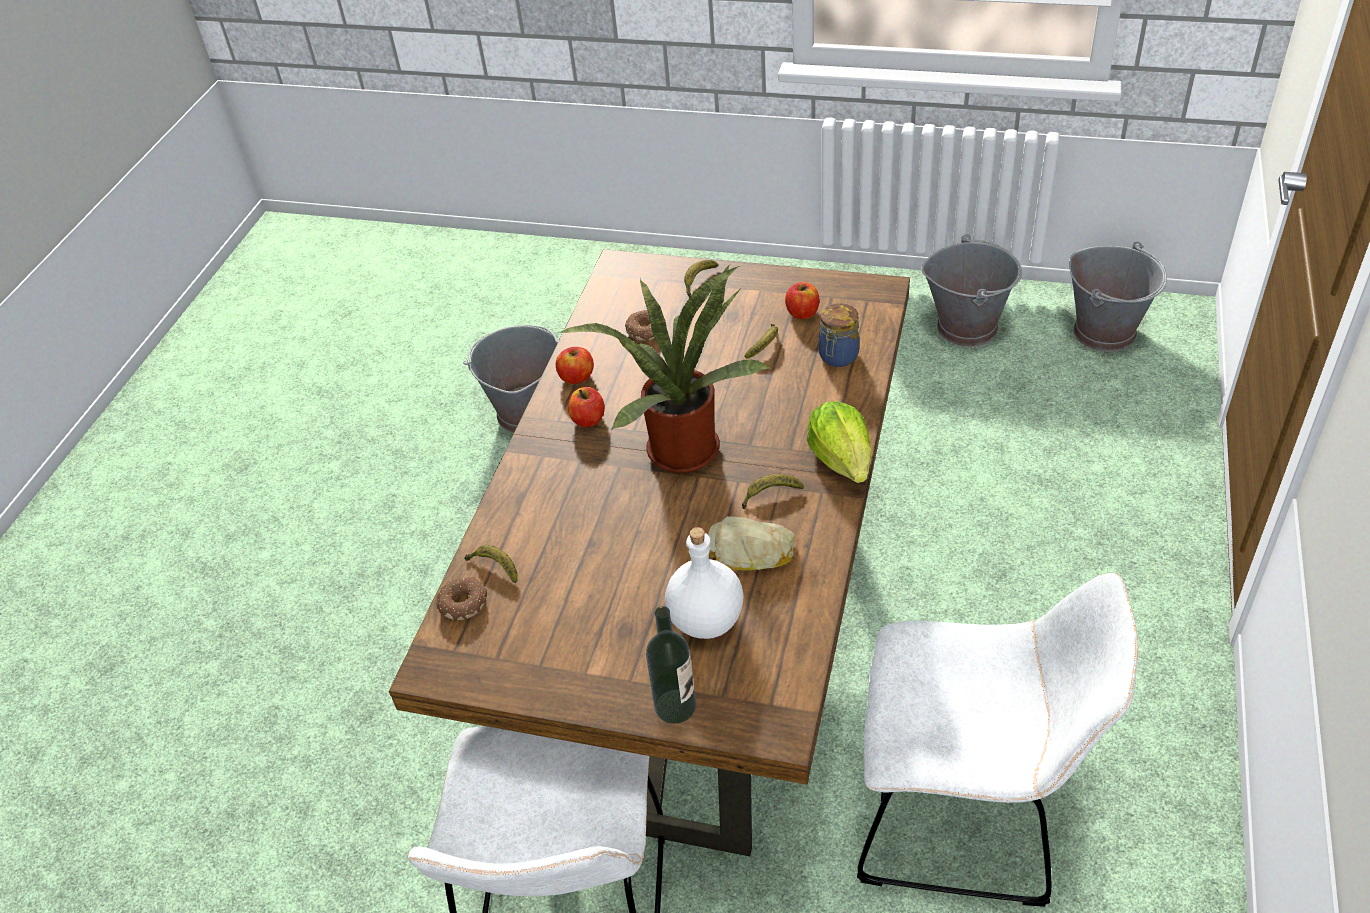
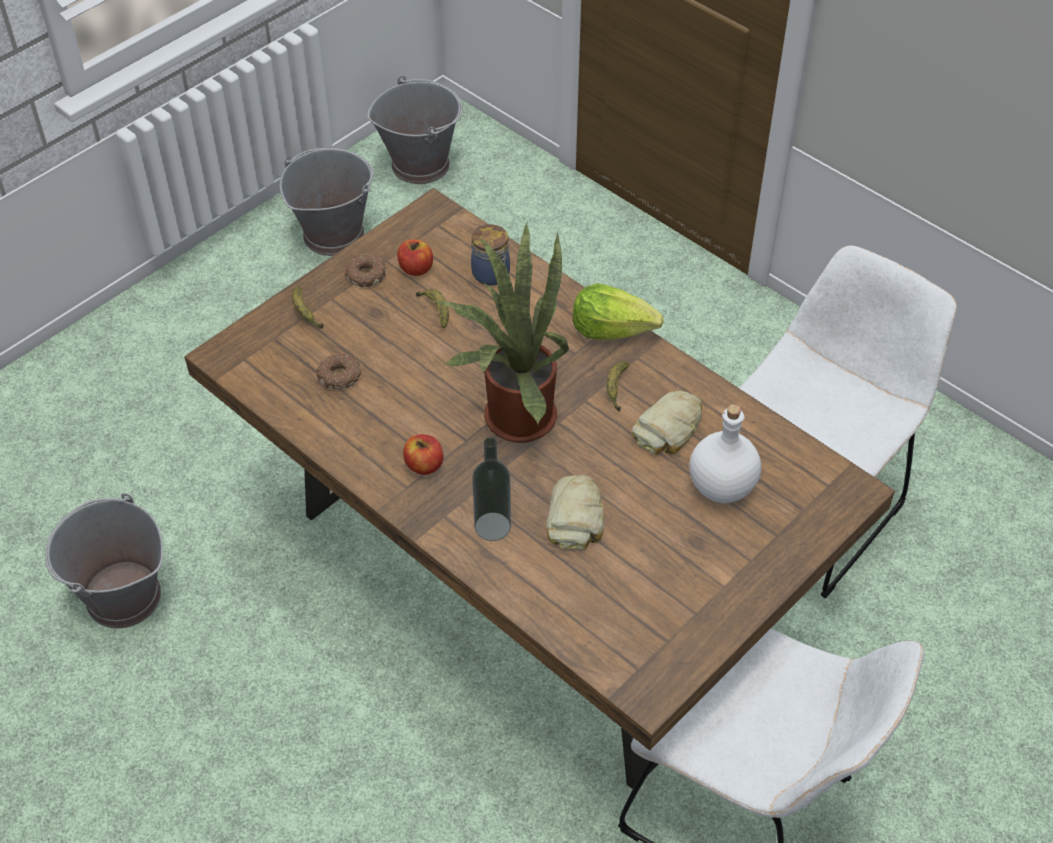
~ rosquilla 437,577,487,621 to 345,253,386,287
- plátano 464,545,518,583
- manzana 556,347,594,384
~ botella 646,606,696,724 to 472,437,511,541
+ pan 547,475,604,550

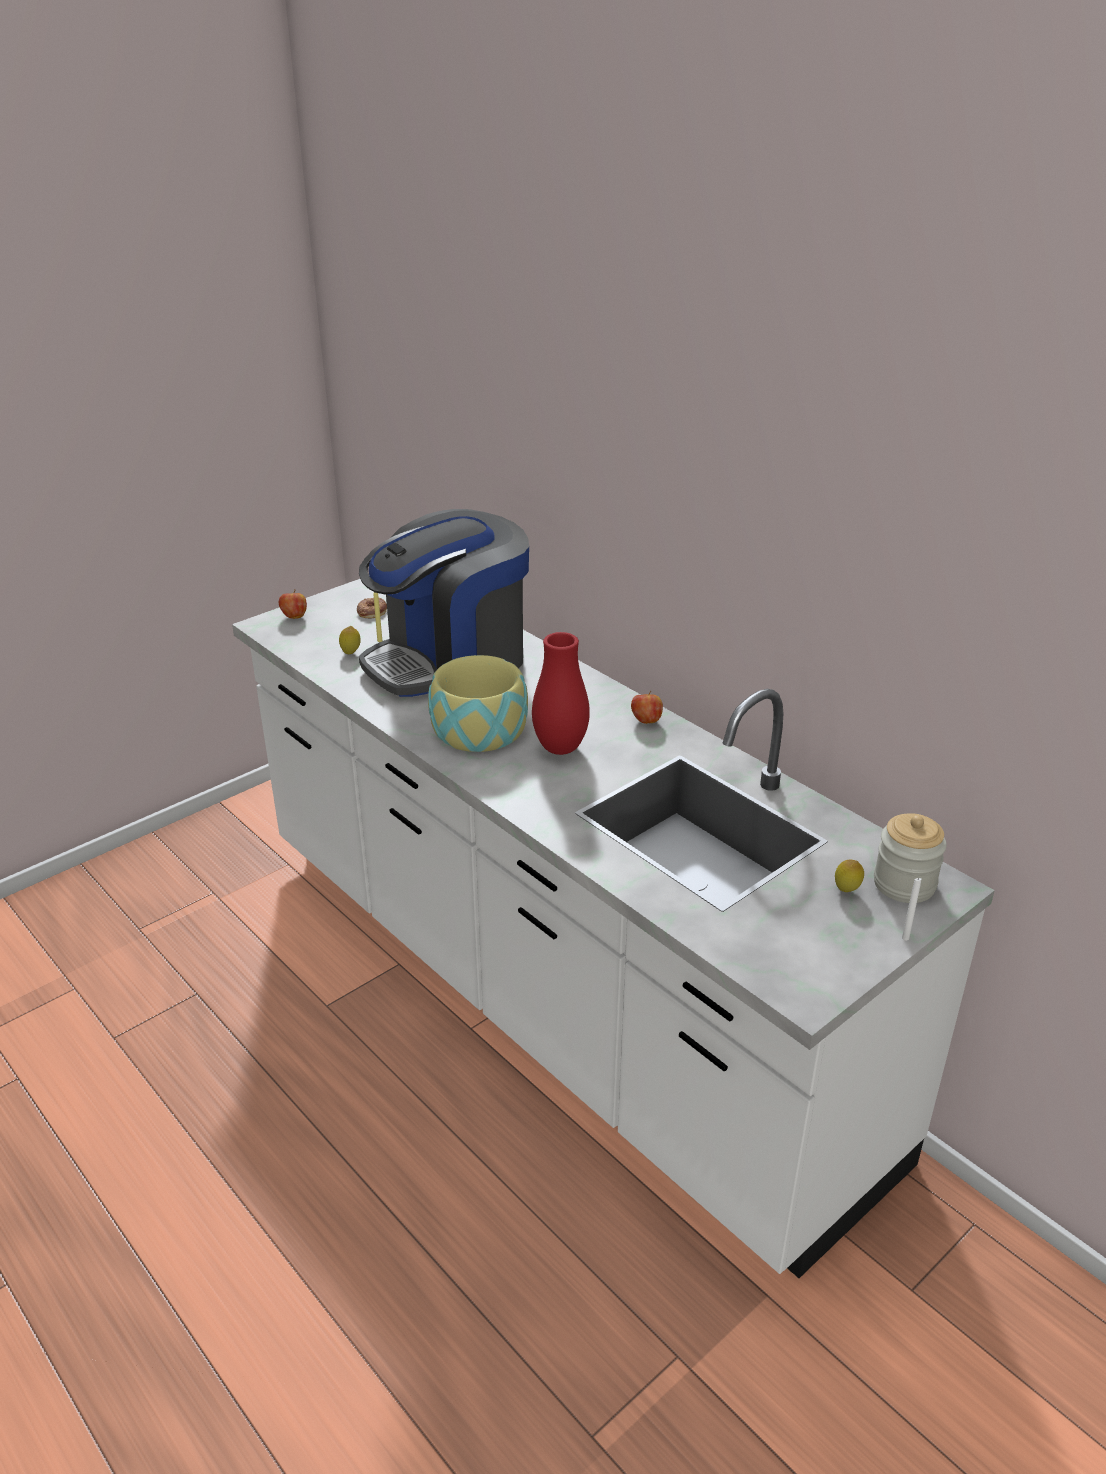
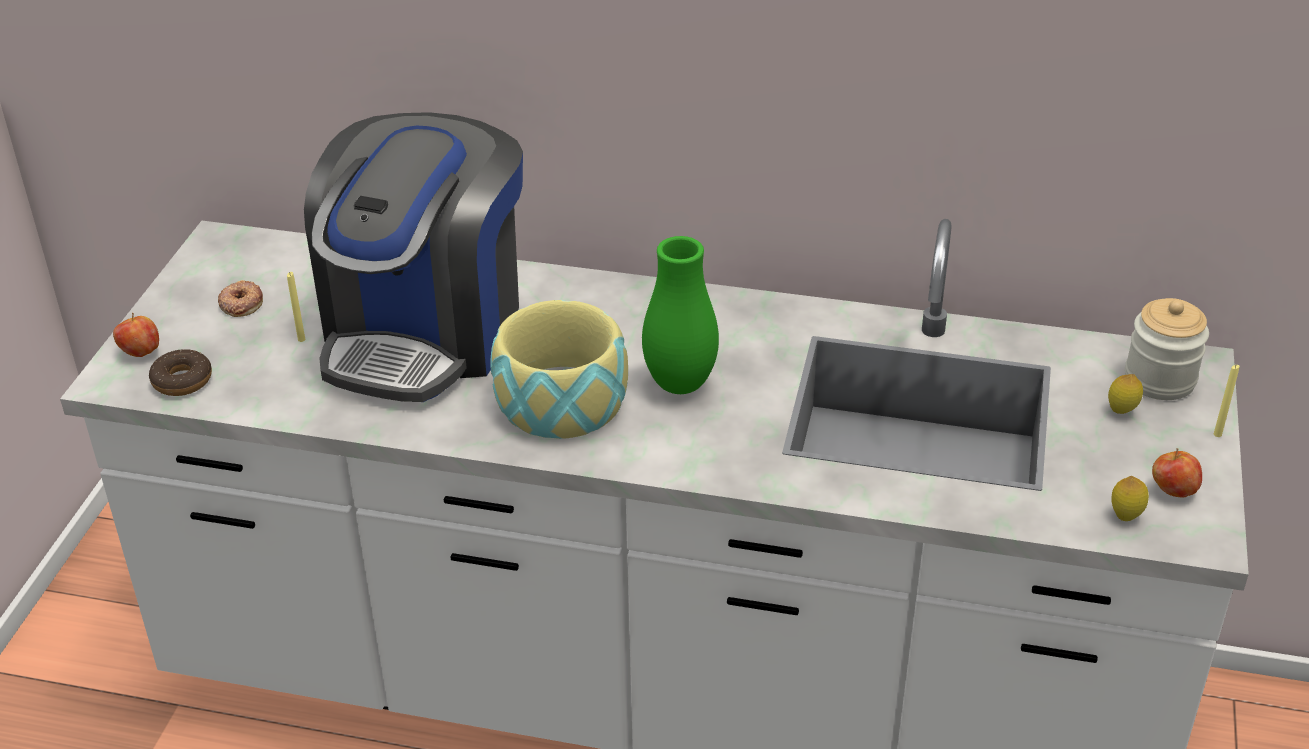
~ limón 339,626,360,654 to 1111,476,1149,521
~ florero/rojo 532,632,590,755 to florero/verde 642,236,719,394
~ manzana 631,691,663,724 to 1152,448,1202,498
~ vela/blanco 902,877,921,941 to vela/amarillo 1214,365,1240,437
+ rosquilla 149,349,212,396

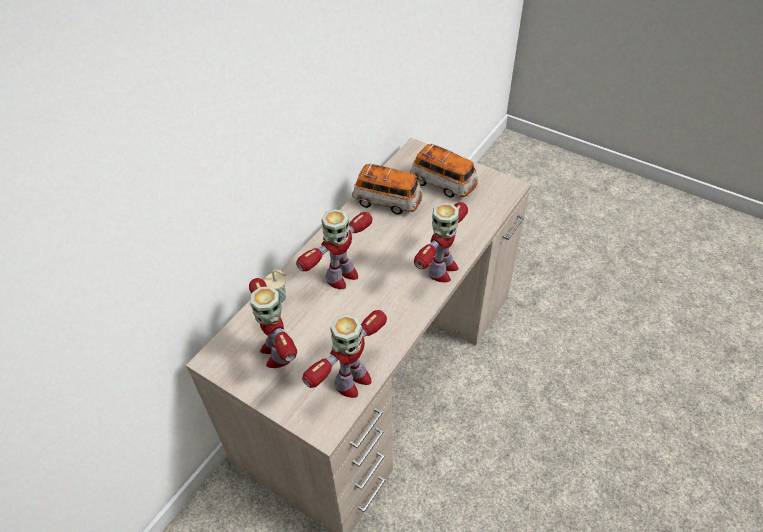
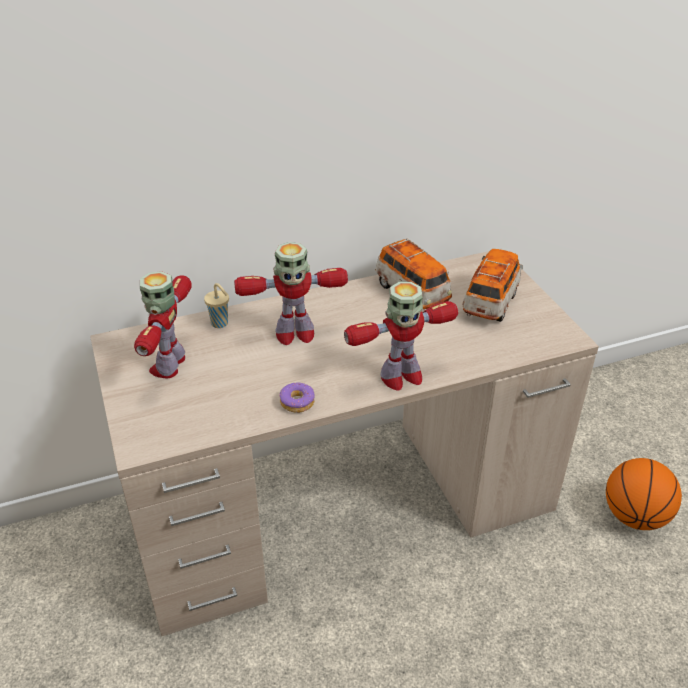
- robot de juguete 302,310,387,398
~ coche de juguete 410,144,478,198 = 462,249,523,322 135 degrees counterclockwise
+ rosquilla 279,382,315,413
+ balón de baloncesto 606,458,682,530

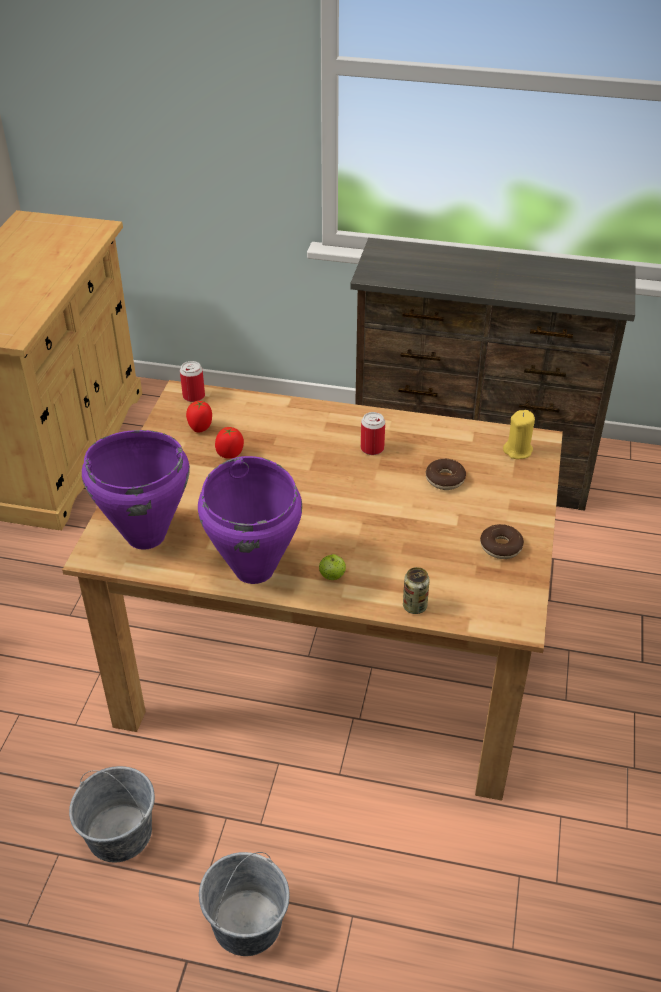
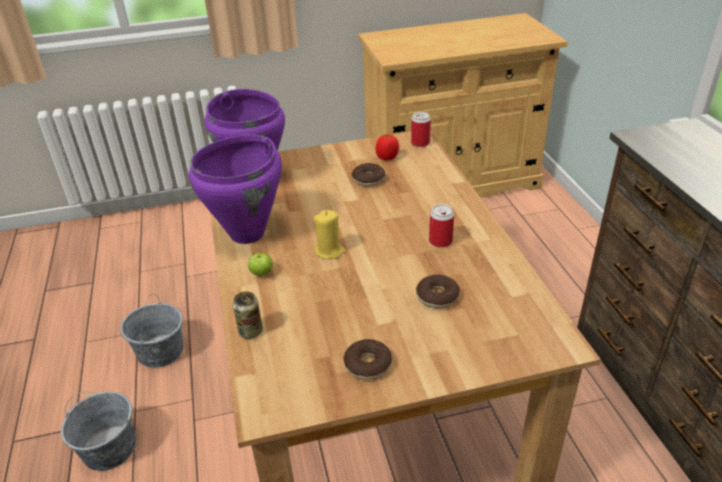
~ tomate 215,427,244,459 to rosquilla 352,163,385,187
~ vela/amarillo 503,410,535,459 to 314,210,346,259

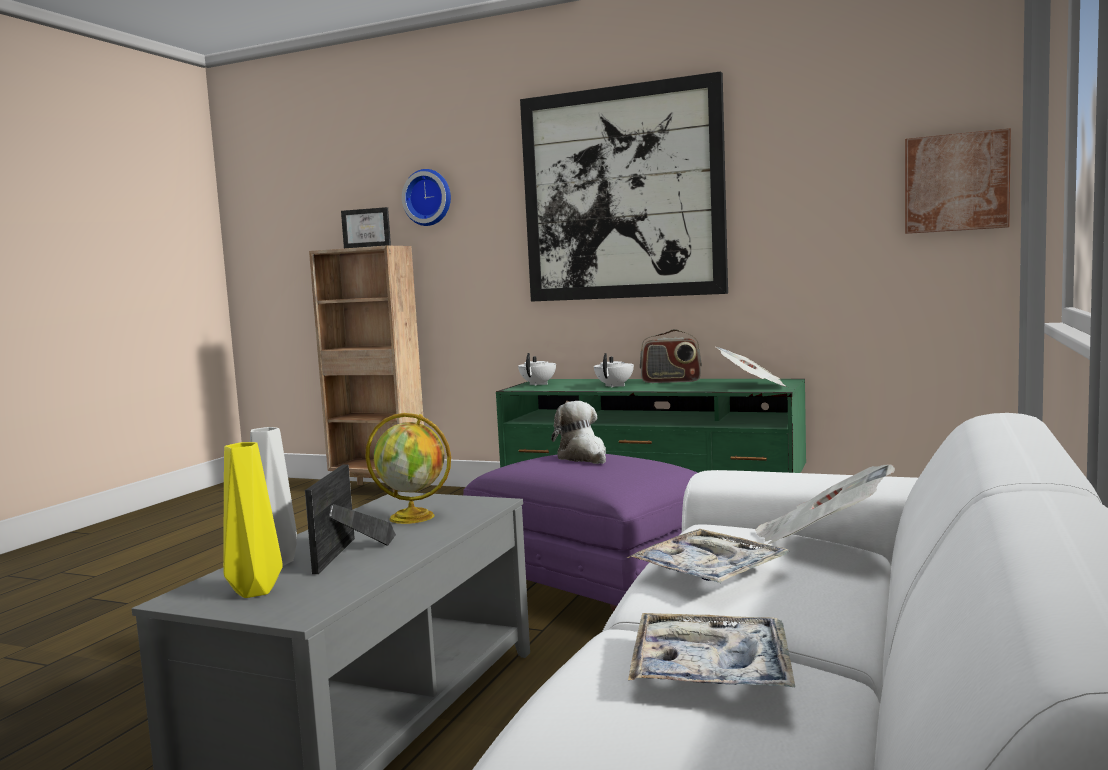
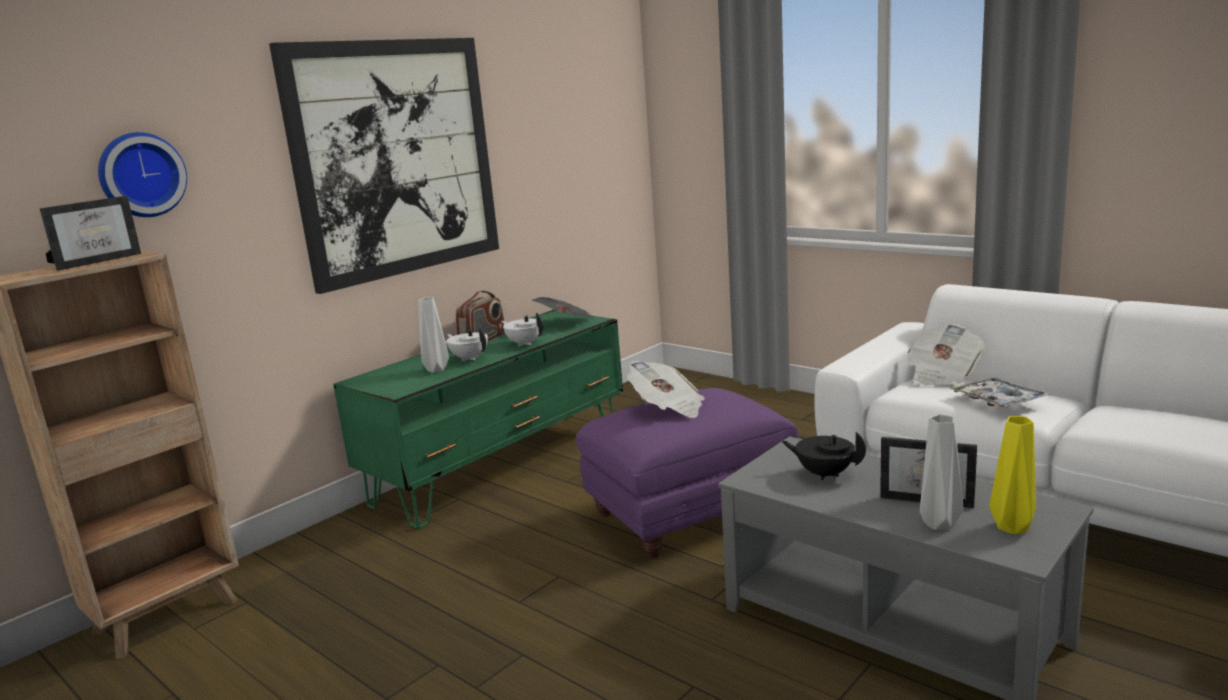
~ globo terráqueo 366,413,451,524 to tetera/negro 782,432,866,480
~ tetera/blanco 518,353,556,386 to 501,313,543,346
~ peluche 551,401,606,464 to periódico 627,361,705,418
- bandeja 628,613,795,687
- cuadro 905,128,1011,234
+ florero/gris 418,297,449,373

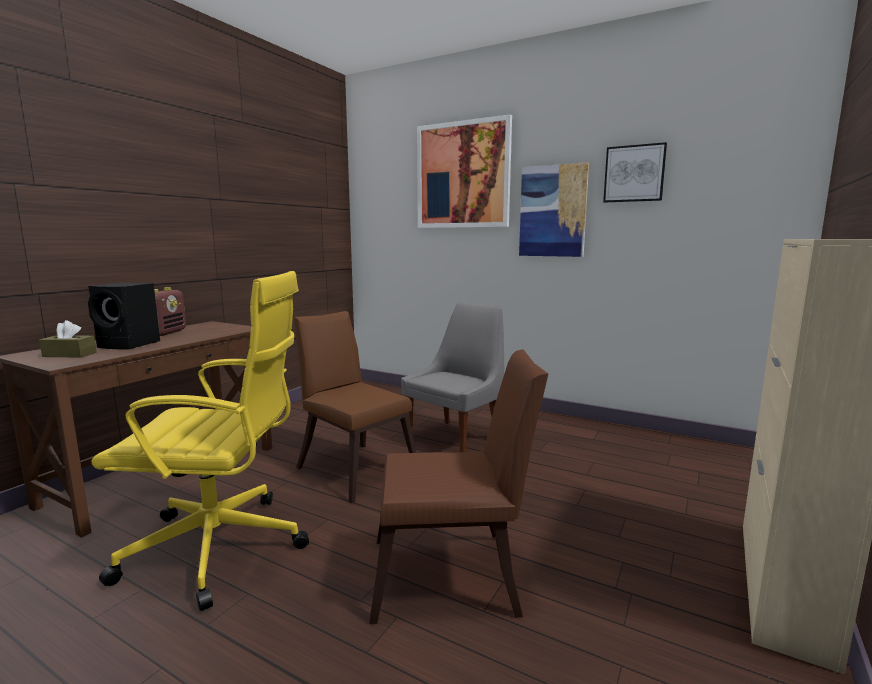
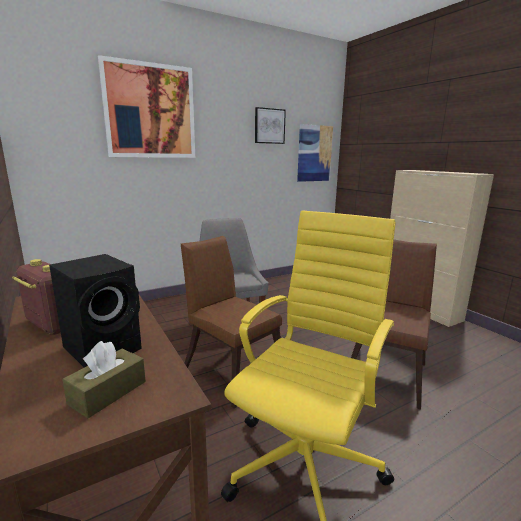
~ silla/marrón 294,311,416,504 = 181,236,282,409 60 degrees clockwise
~ cuadro 519,162,589,257 to 297,124,333,182

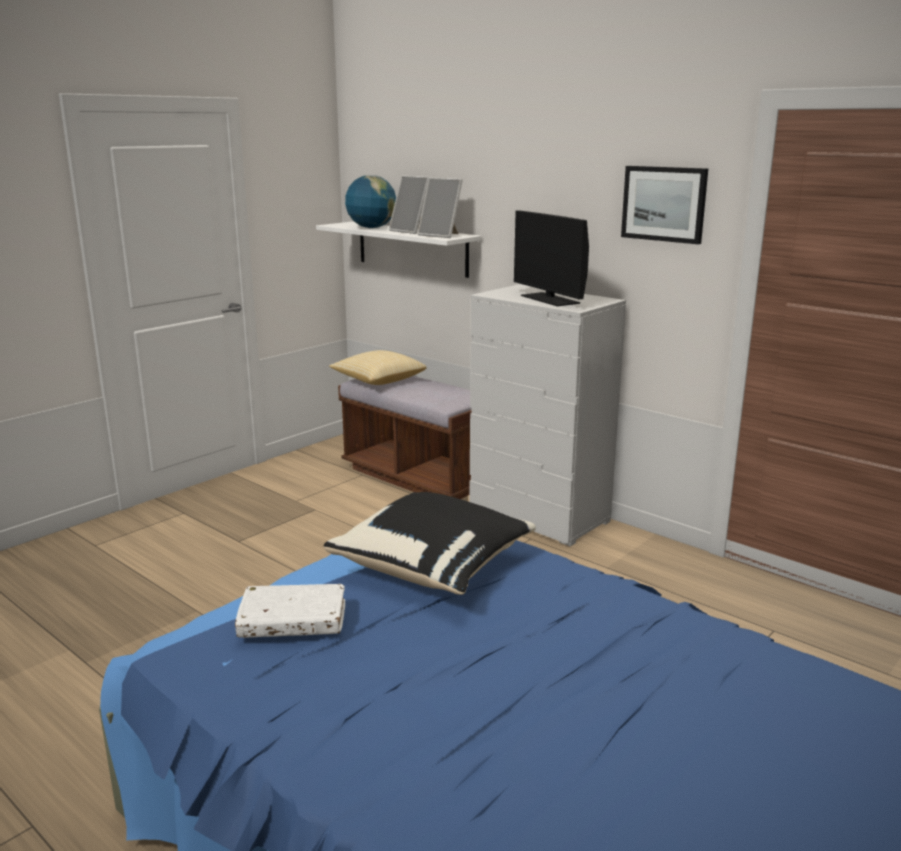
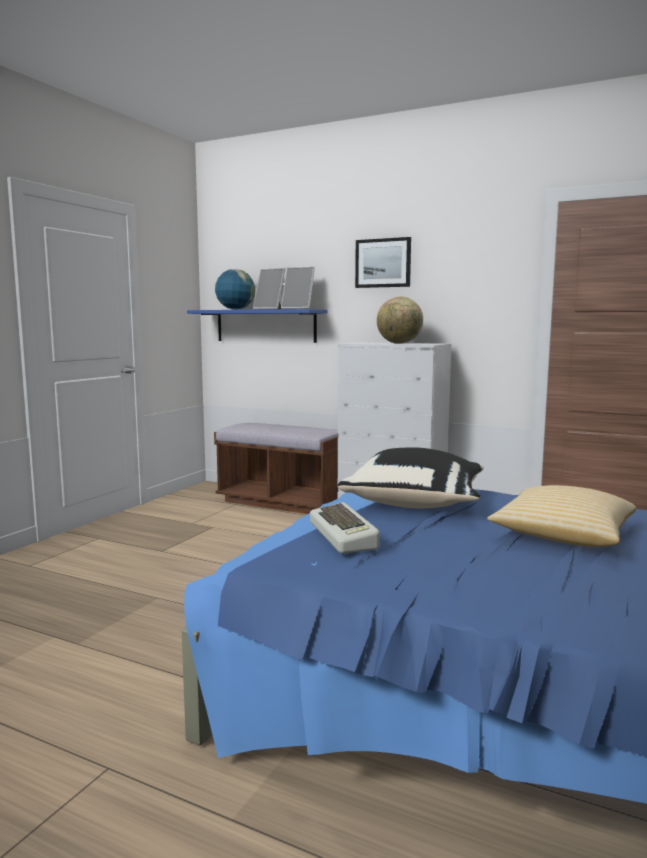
~ libro/blanco 235,584,345,638 to teclado 310,502,379,554
~ estante/blanco 316,222,481,278 to estante/azul 187,309,327,343
~ cojín 329,350,427,385 to 487,485,636,547
~ monitor 514,210,589,306 to globo terráqueo 377,297,423,344
~ cuadro 621,166,708,244 to 355,237,411,288

